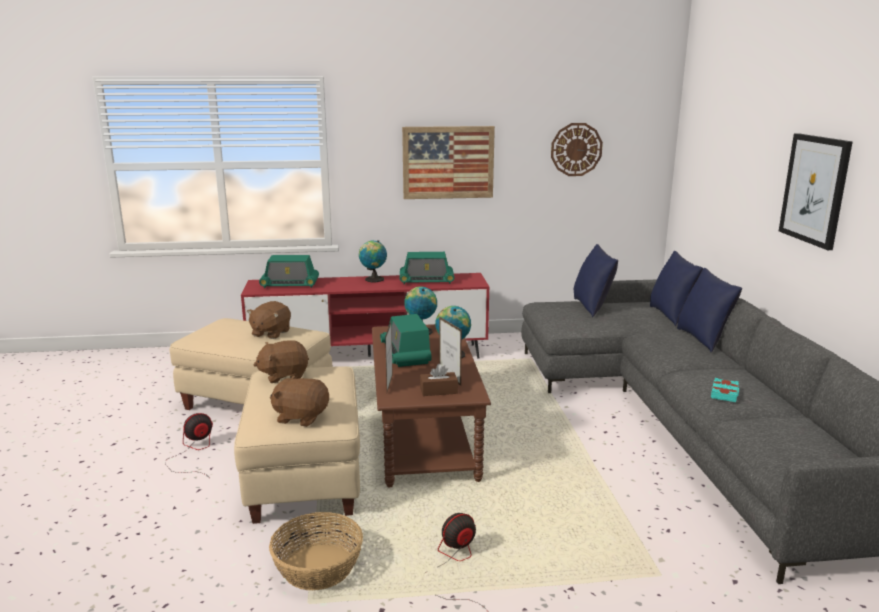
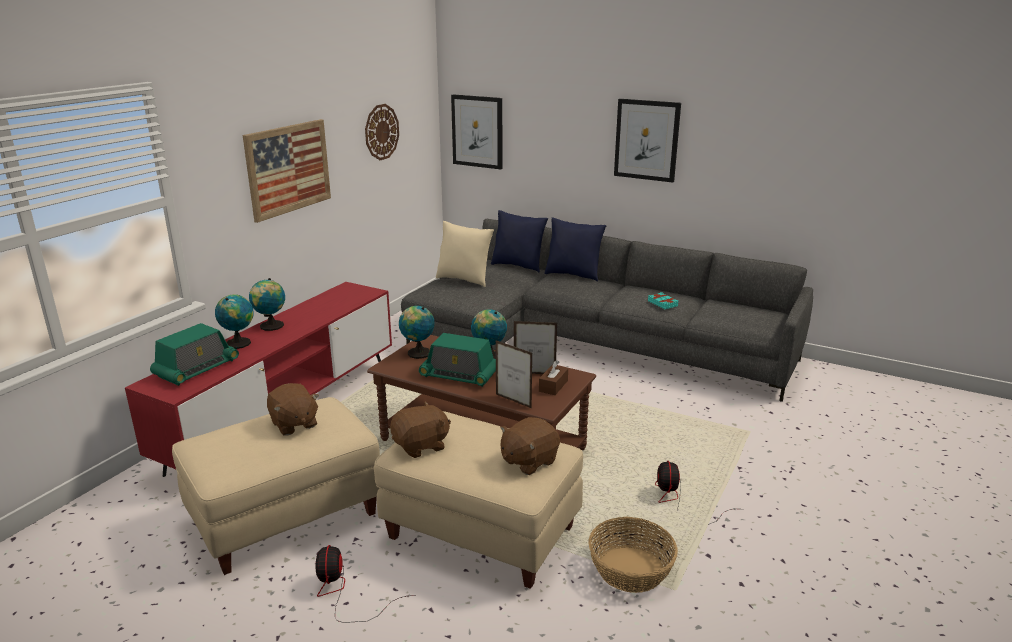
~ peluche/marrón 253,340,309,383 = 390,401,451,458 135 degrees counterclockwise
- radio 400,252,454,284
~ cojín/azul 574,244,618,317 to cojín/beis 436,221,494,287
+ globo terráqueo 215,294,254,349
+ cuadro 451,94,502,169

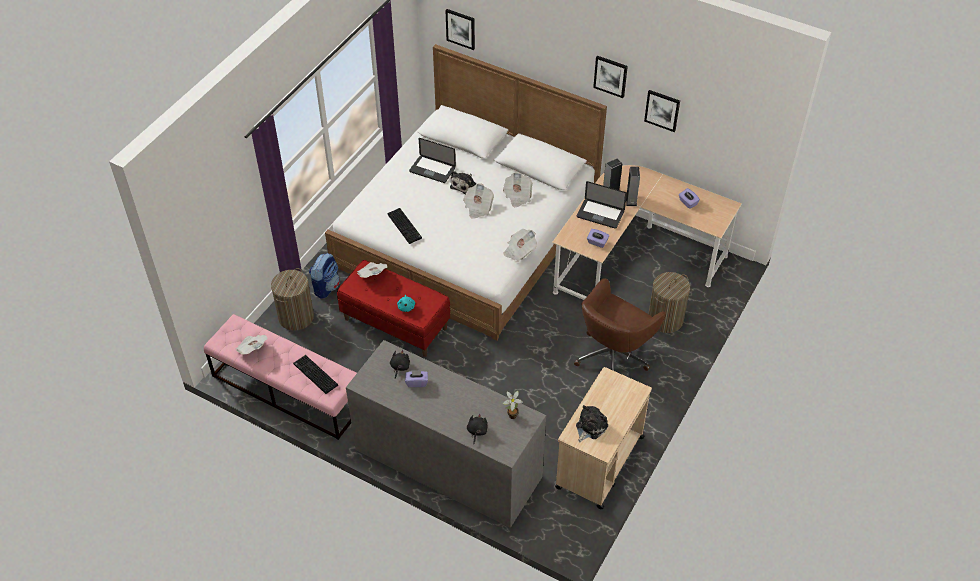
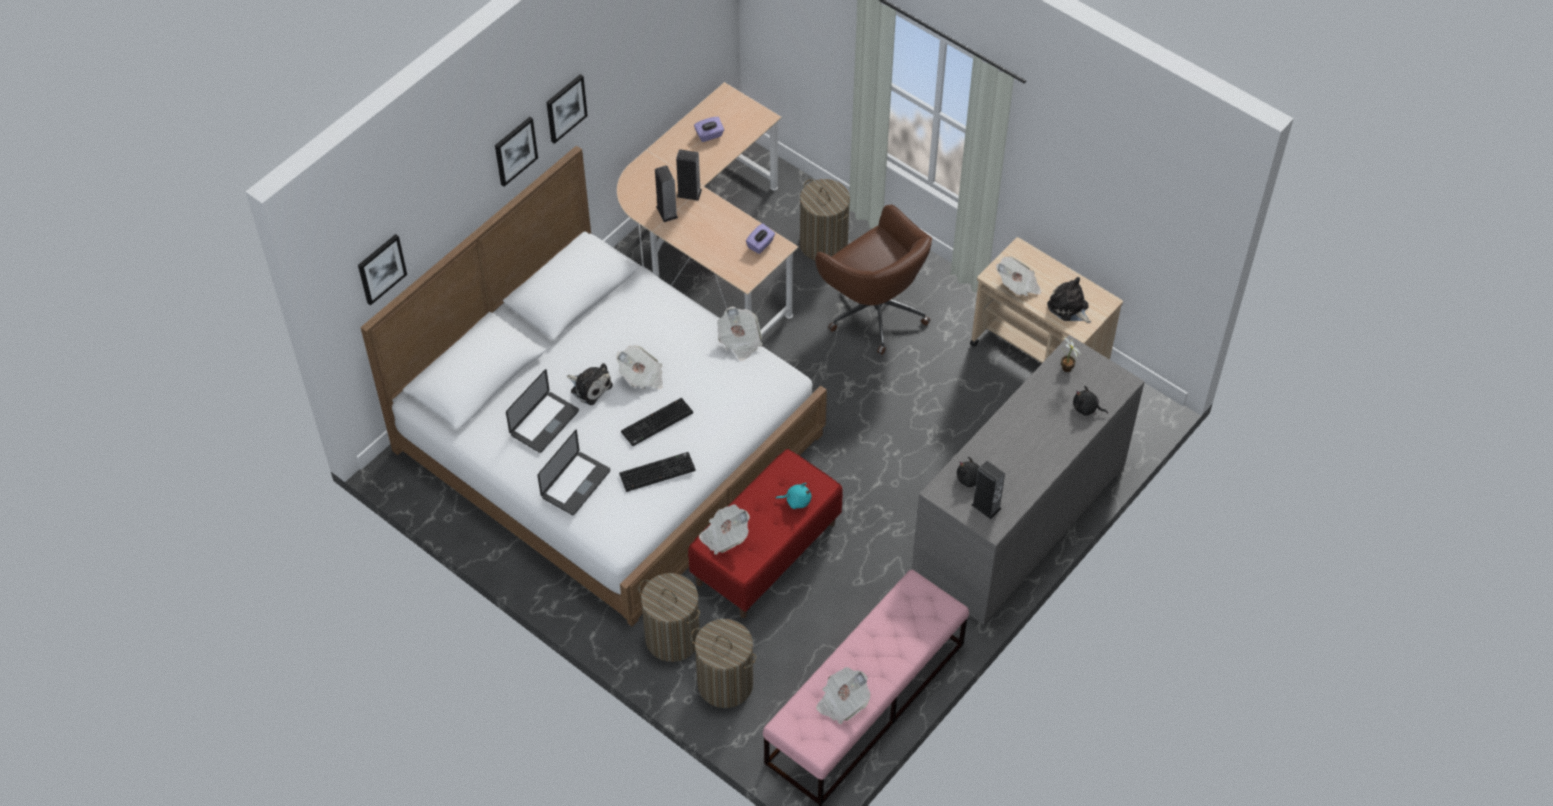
~ teclado 293,355,338,394 to 621,398,693,446
~ mochila 309,253,340,299 to cesto de la ropa 639,573,700,662
- caja de pañuelos/morado 405,370,428,387
~ periódico 503,172,533,207 to 996,256,1042,296
~ portátil 577,181,627,229 to 537,430,610,515
~ cuadro 644,90,680,132 to 495,117,538,187
+ altavoz 971,461,1005,519

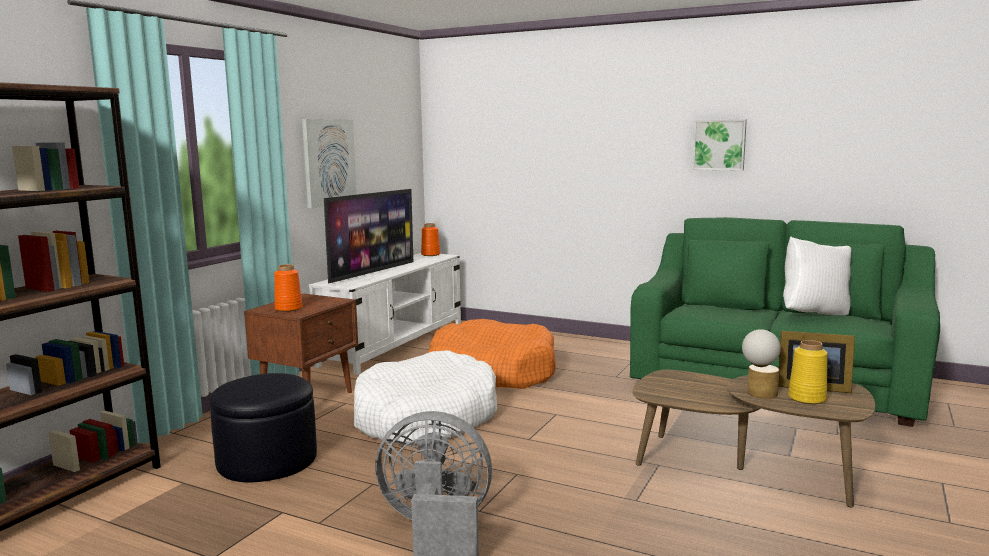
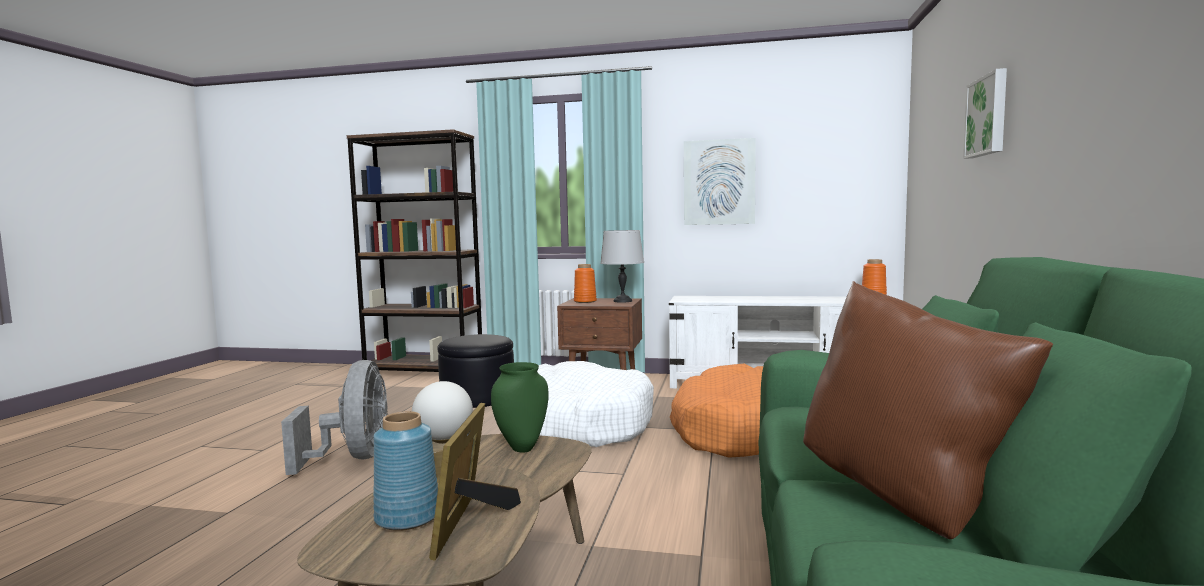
- televisor 324,189,413,283
~ cuadro 692,119,747,171 to 963,68,1007,159
~ cojín/blanco 783,236,851,315 to cojín/marrón 803,281,1053,539
~ florero/amarillo 788,340,828,404 to florero/azul 373,411,438,531
+ florero/verde 491,362,549,452
+ lámpara de mesa/gris 600,230,644,303

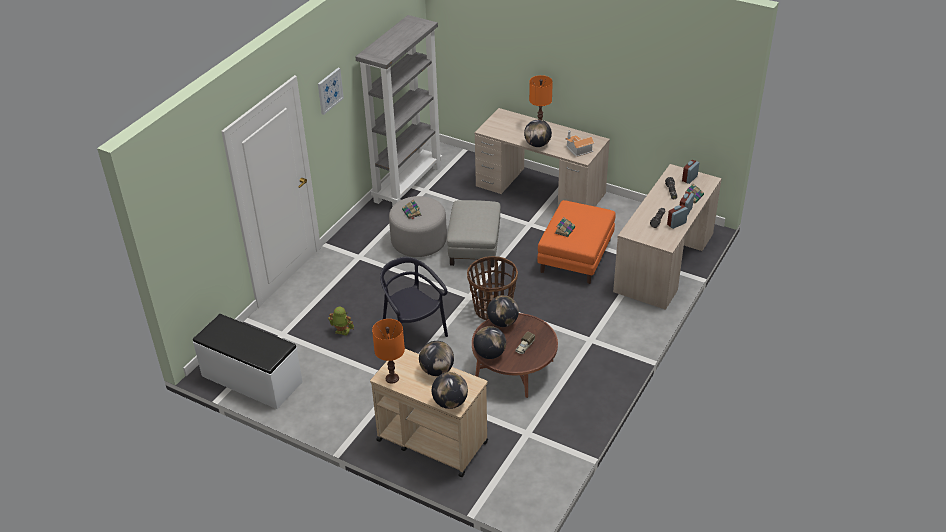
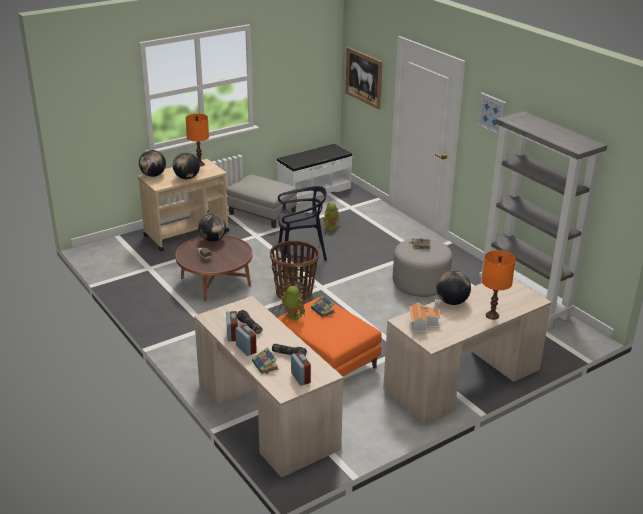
~ puf/gris 447,200,501,267 to 227,174,297,228
- globo terráqueo 487,295,519,327
+ robot de juguete 281,286,305,321
+ cuadro 346,47,383,109

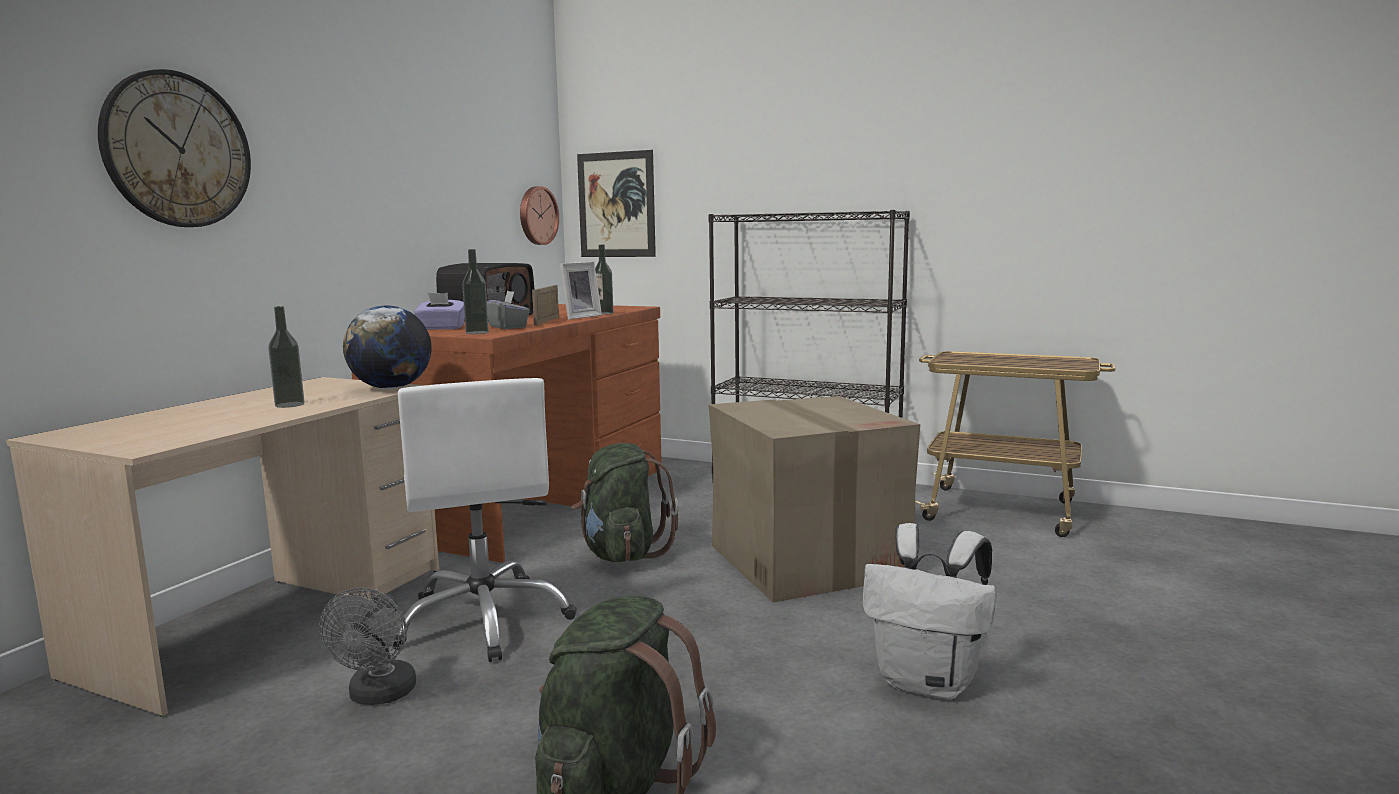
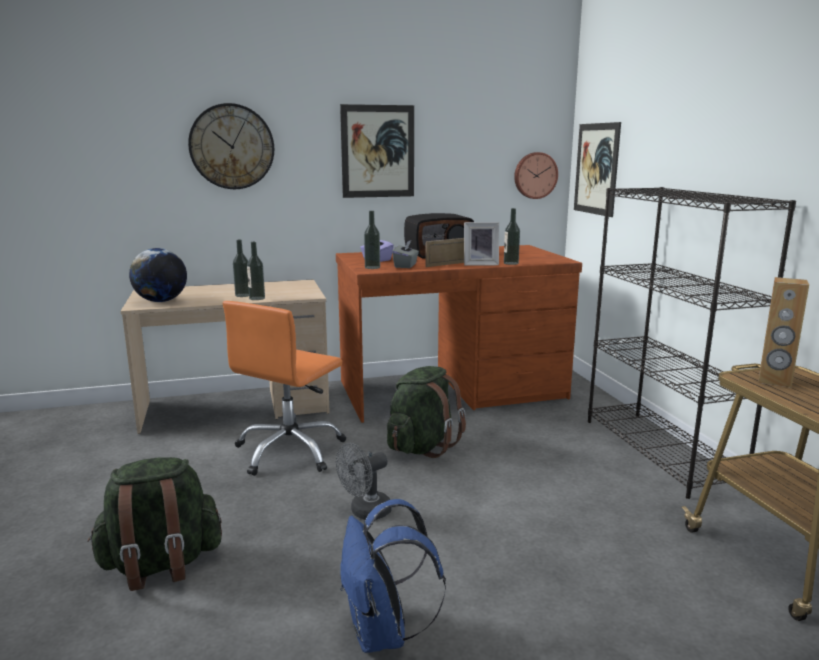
~ ventilador/gris 319,587,416,705 to 336,443,392,520
~ globo terráqueo 343,305,432,389 to 129,248,187,302
~ silla de oficina/blanco 391,378,577,662 to silla de oficina/naranja 223,301,346,476
- caja de cartón 709,396,920,603
~ mochila/blanco 862,523,996,700 to mochila/azul 340,499,446,653
+ botella 247,242,265,300
+ cuadro 340,104,414,198
+ altavoz/marrón 759,277,809,388

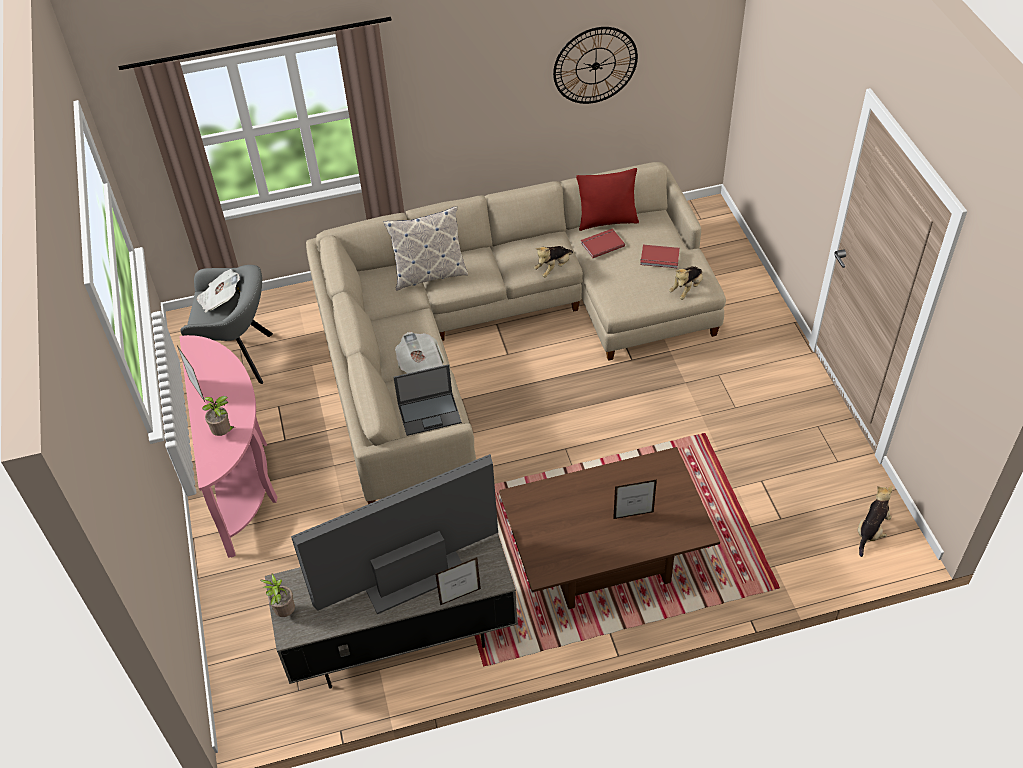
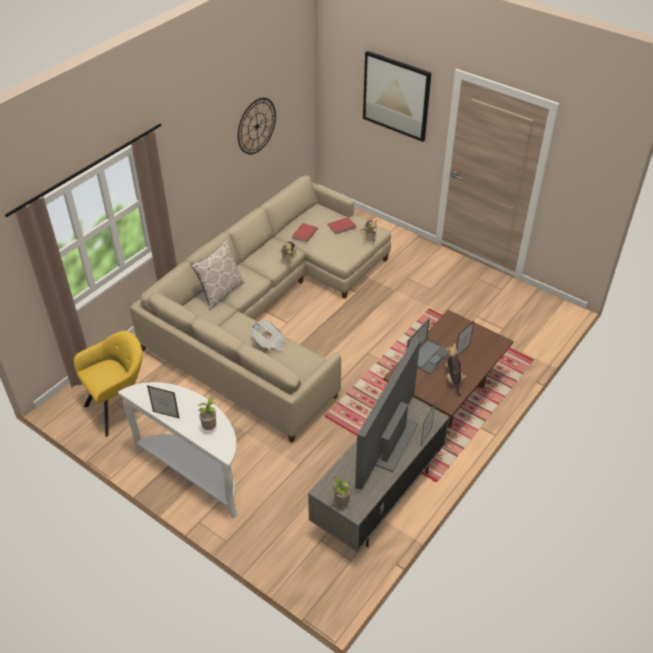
~ mesa consola/rosa 179,335,277,558 to mesa consola/blanco 118,382,237,519
~ sillón/gris 180,265,273,384 to sillón/amarillo 74,331,143,437
- periódico 197,269,240,313
~ portátil 393,364,462,436 to 407,319,448,374
- cojín/rojo 576,168,639,231
~ peluche 858,485,893,557 to 445,343,466,397
+ cuadro 363,51,431,142

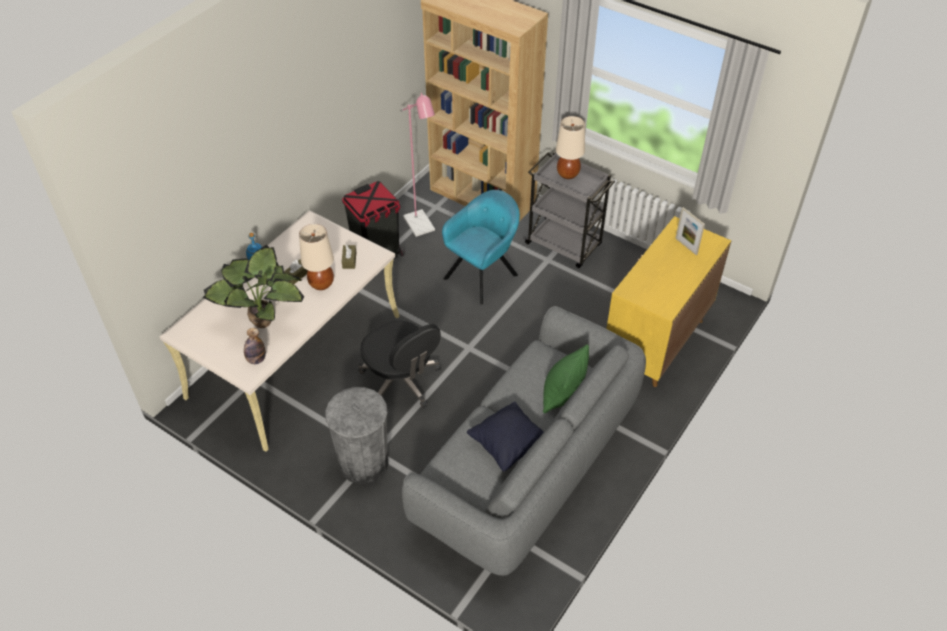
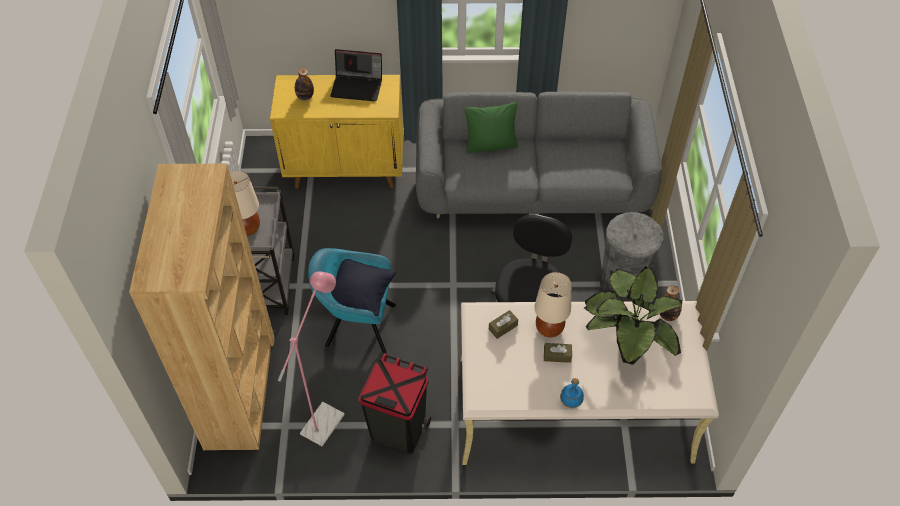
~ cojín/negro 467,401,544,471 to 331,259,396,316
~ portarretratos 675,207,705,255 to botella 295,68,314,101
+ portátil 330,49,382,101

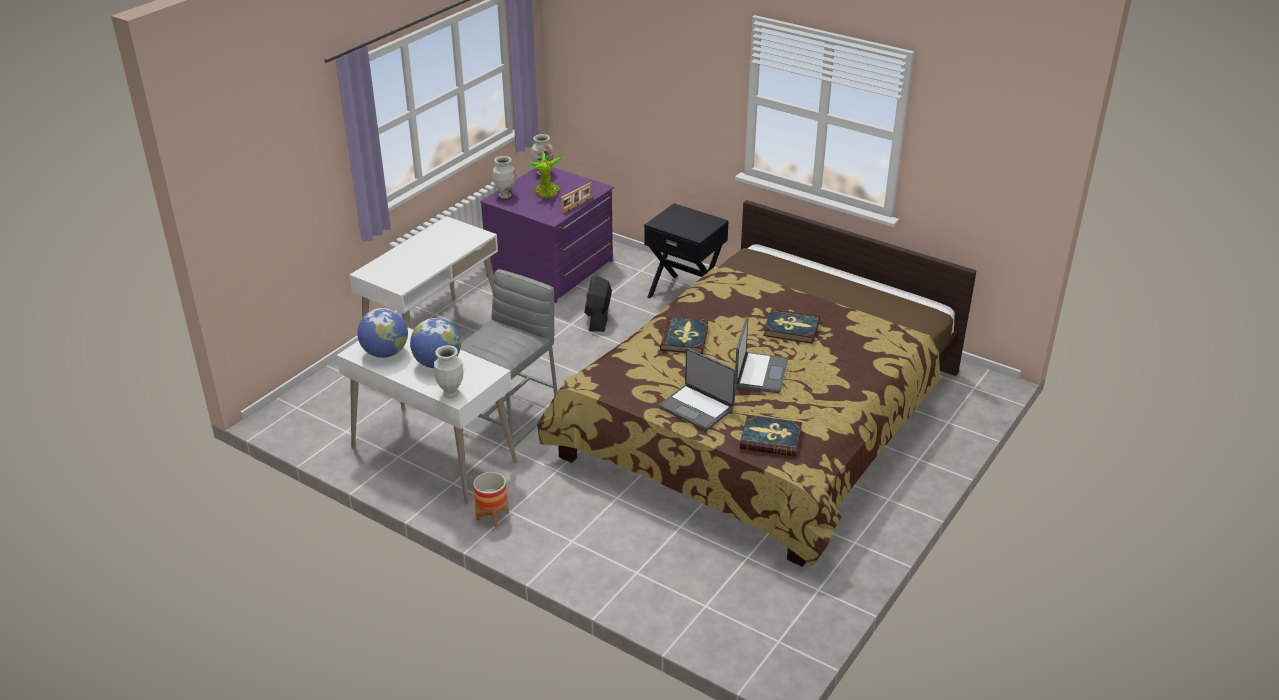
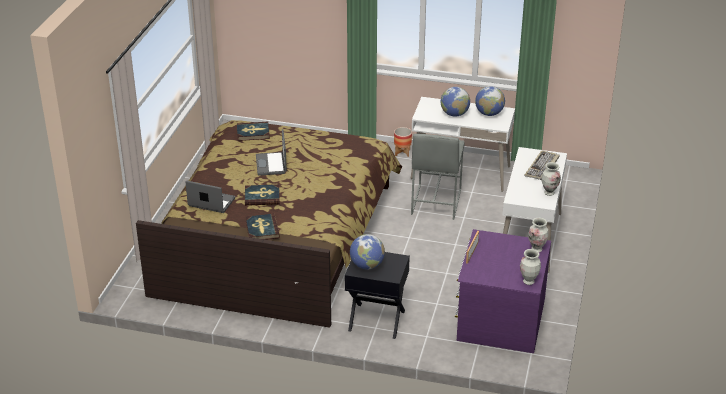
~ florero 434,345,464,398 to 542,162,561,196
- planta en maceta 527,151,563,198
- ventilador/negro 584,275,612,332
~ portátil 658,348,736,431 to 185,181,235,213
~ libro 660,317,709,354 to 245,213,280,240
+ globo terráqueo 350,234,385,270
+ teclado 524,150,560,180

